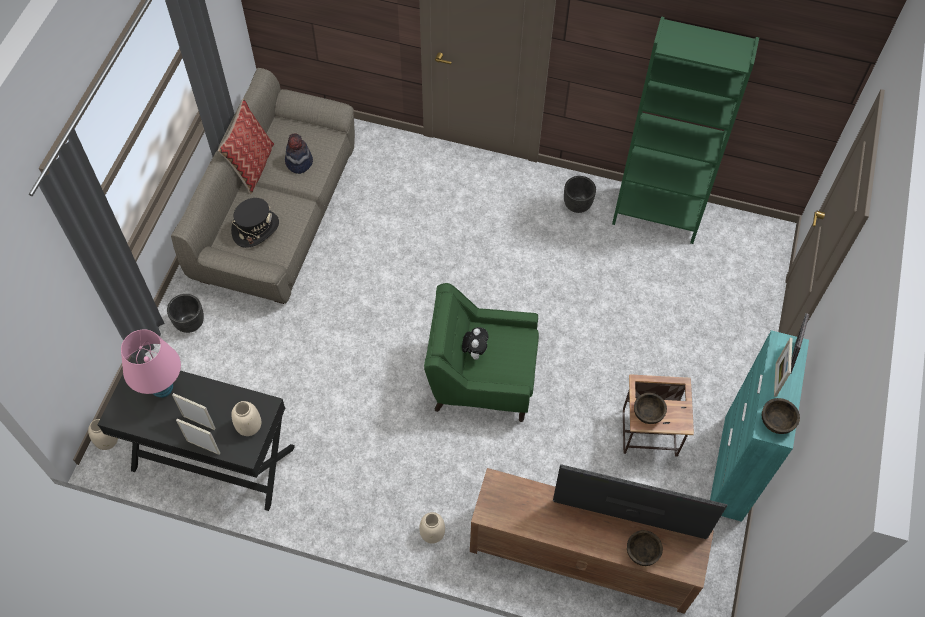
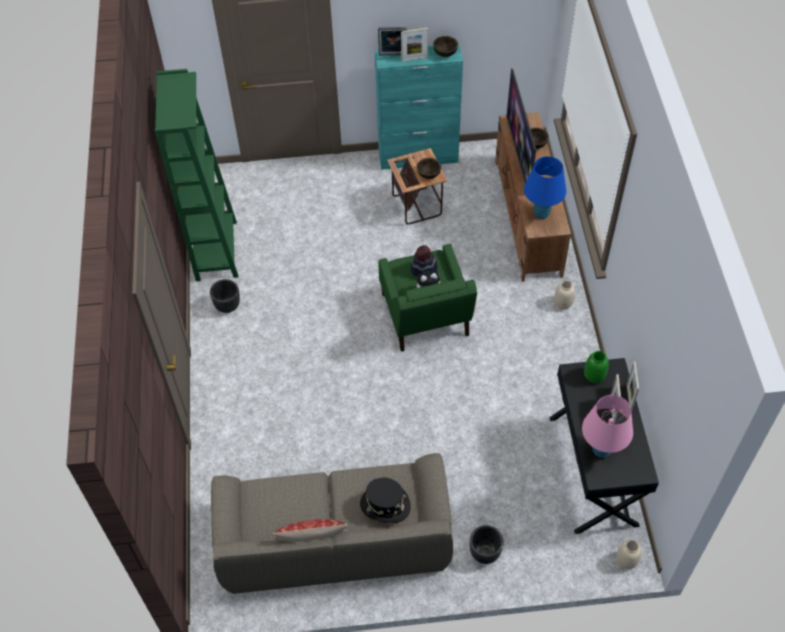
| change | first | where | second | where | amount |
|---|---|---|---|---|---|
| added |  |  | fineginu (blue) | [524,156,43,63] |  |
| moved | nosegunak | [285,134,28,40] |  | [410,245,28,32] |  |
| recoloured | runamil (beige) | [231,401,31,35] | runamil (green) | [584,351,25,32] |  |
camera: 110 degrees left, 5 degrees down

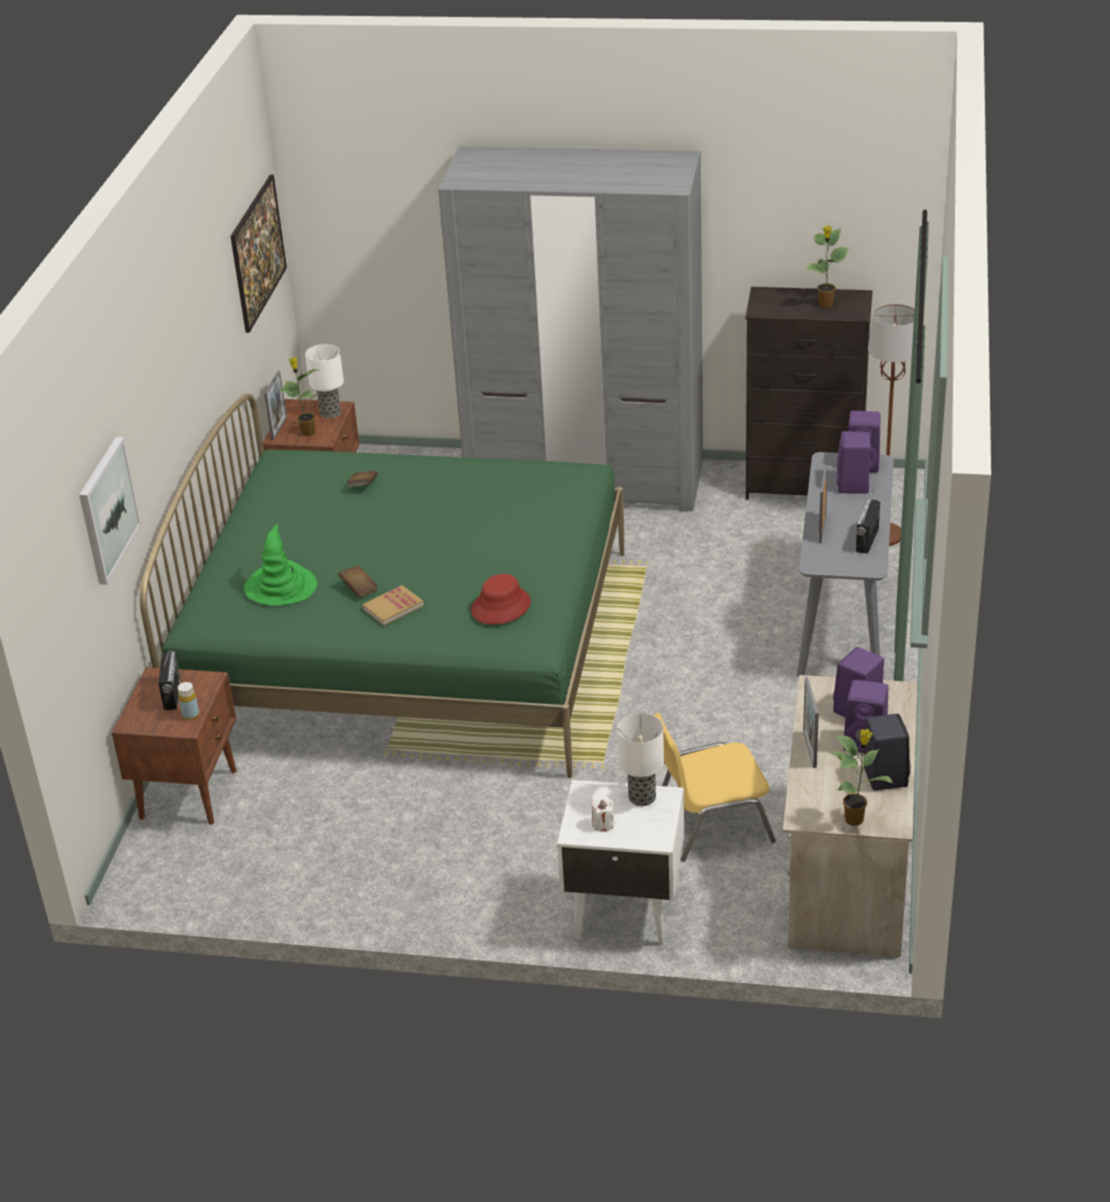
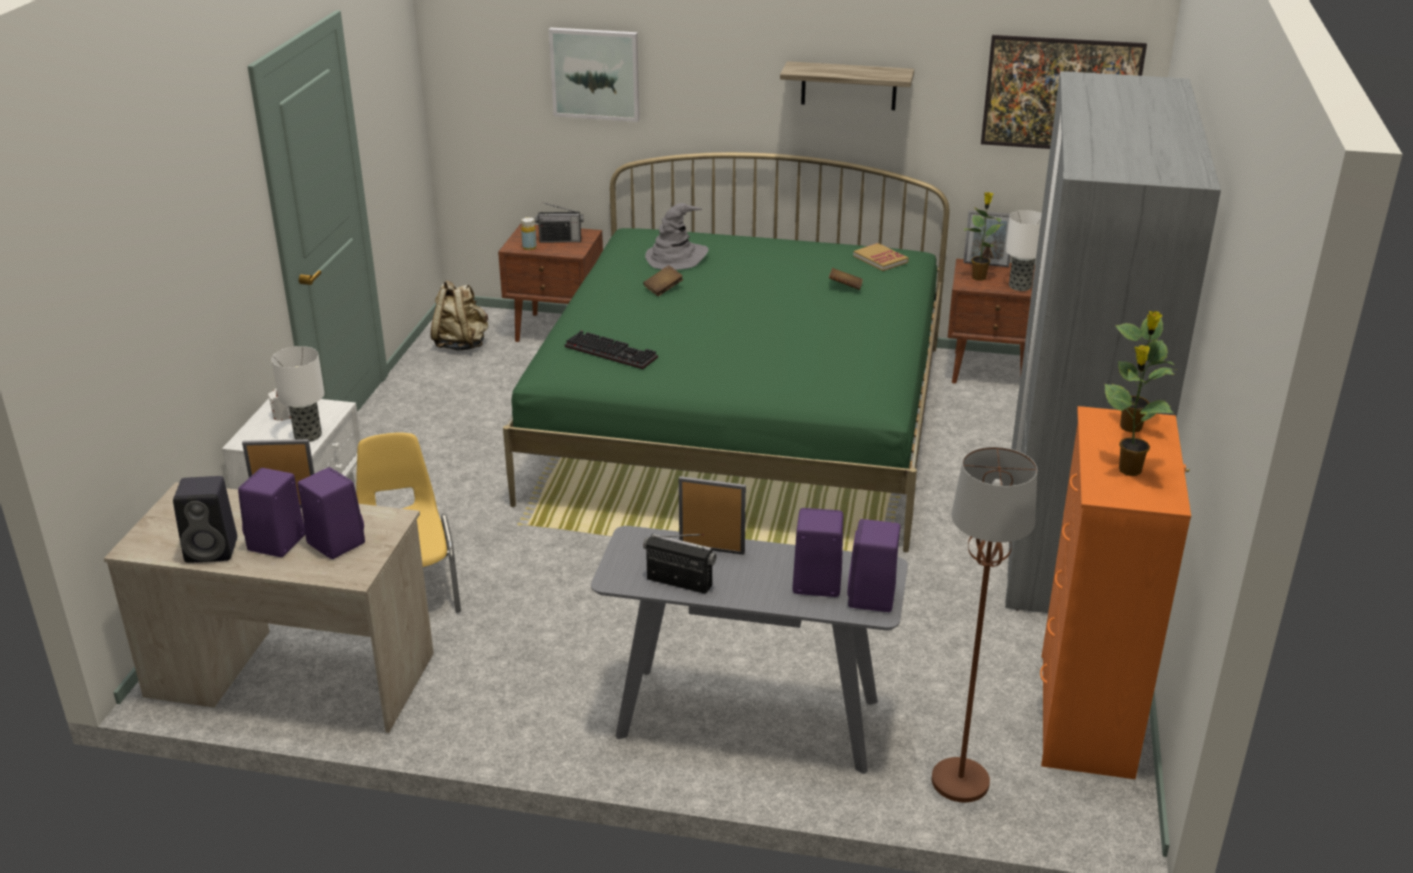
| change | first | where | second | where | amount |
|---|---|---|---|---|---|
| added |  |  | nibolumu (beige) | [431,280,57,71] |  |
| added |  |  | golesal | [780,61,134,49] |  |
| moved | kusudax | [362,585,62,41] |  | [853,243,56,28] |  |
| moved | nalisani | [828,729,65,97] |  | [1115,311,59,122] |  |
| replaced | nosegunak (red) | [471,574,60,51] | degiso | [565,330,93,39] |  |
| recoloured | nosegunak (green) | [244,524,73,81] | nosegunak (grey) | [645,203,63,67] |  |
| recoloured | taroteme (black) | [746,287,127,213] | taroteme (orange) | [1040,406,151,373] |  |
camera: 90 degrees right, 5 degrees down

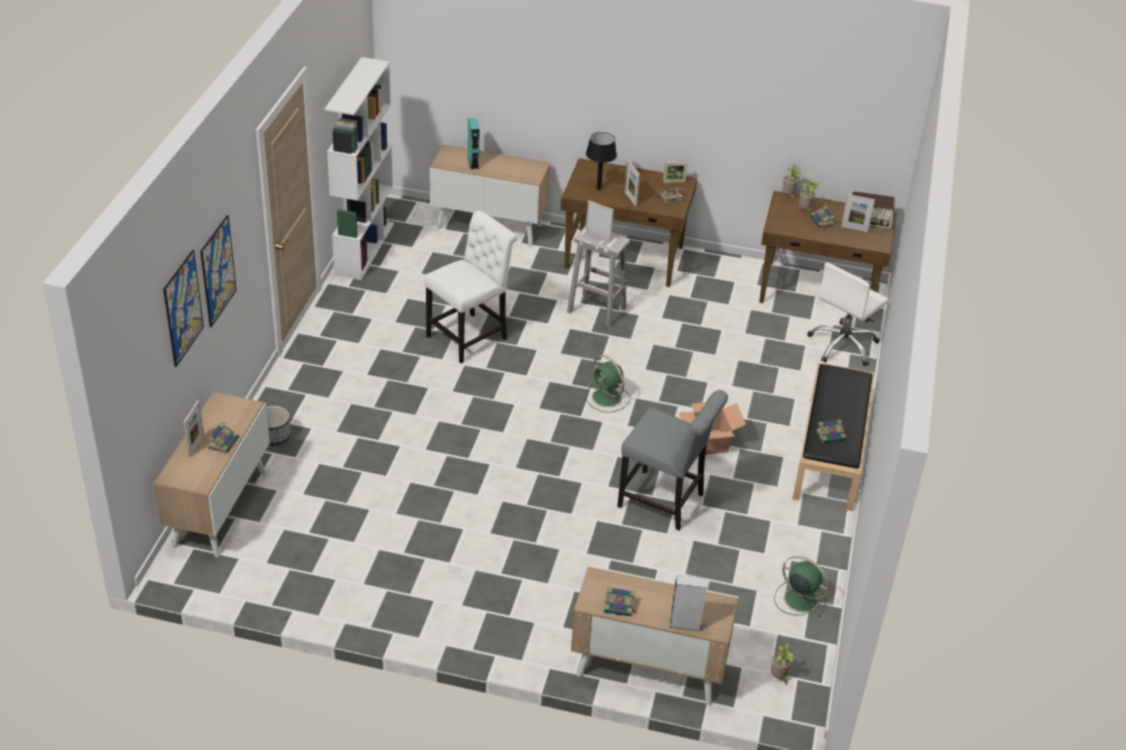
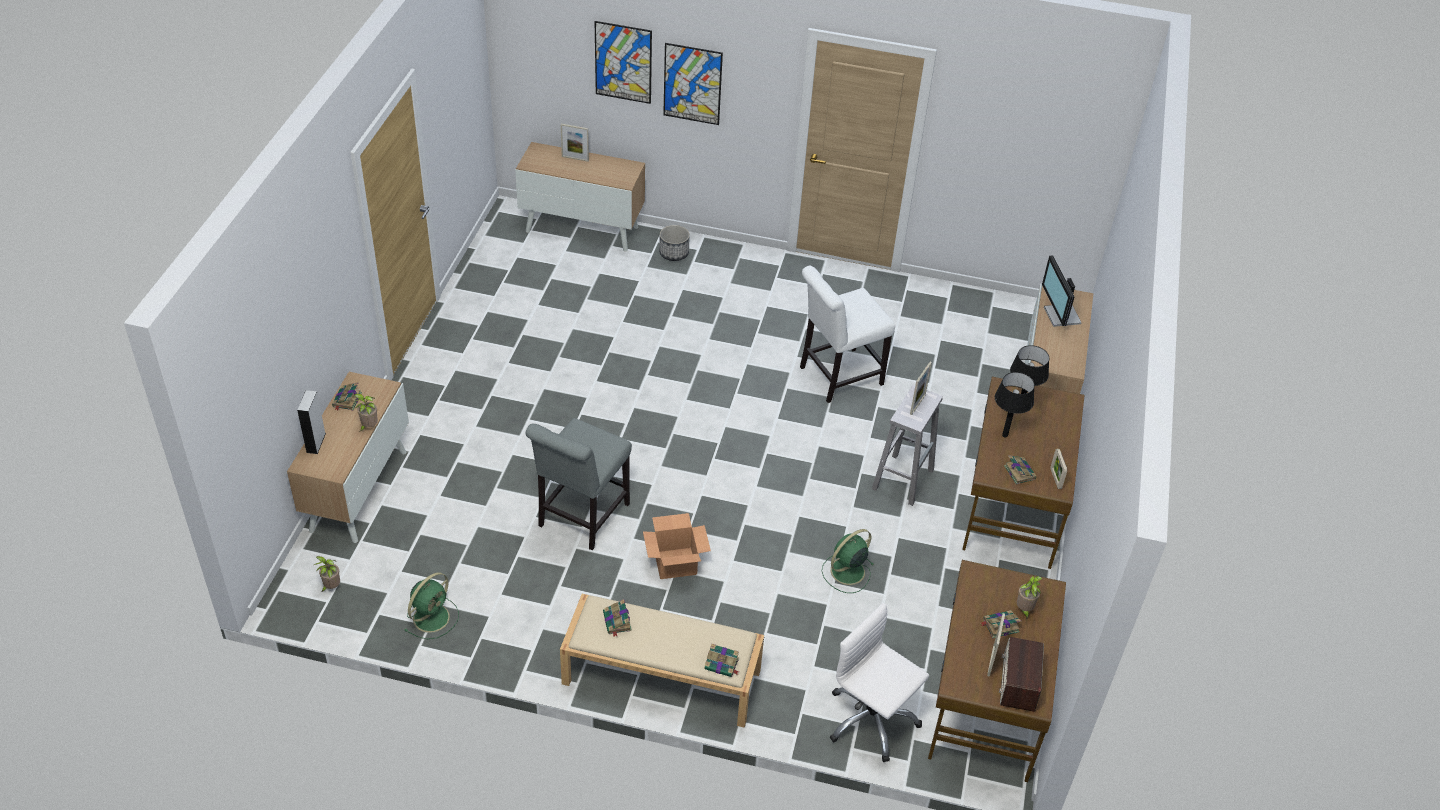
| change | first | where | second | where | amount |
|---|---|---|---|---|---|
| removed | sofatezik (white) | [325,57,69,223] |  |  |  |
| moved | kusudax | [208,423,31,30] |  | [704,643,35,34] |  |
| moved | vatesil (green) | [585,355,45,58] |  | [822,529,52,64] |  |
| moved | nalisani | [782,165,19,33] |  | [353,394,25,37] |  |
| replaced | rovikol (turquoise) | [467,118,13,51] | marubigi | [1042,256,40,71] |  |
| replaced | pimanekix | [625,160,15,47] | fineginu (black) | [995,372,40,66] |  |
| recoloured | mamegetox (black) | [792,362,83,149] | mamegetox (beige) | [560,594,204,134] |  |
| turned | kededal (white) | [424,211,93,152] |  | [800,265,95,138] | 105 degrees clockwise |
camera: 90 degrees right, 5 degrees up

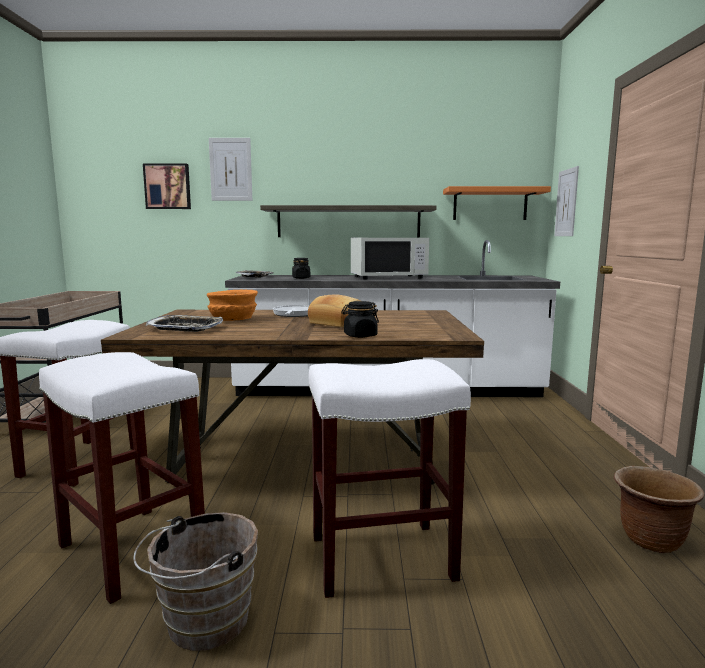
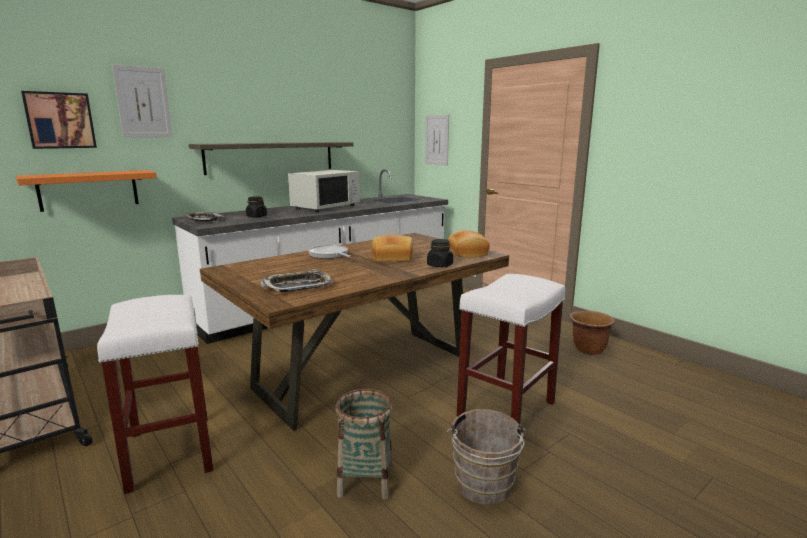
| change | first | where | second | where | amount |
|---|---|---|---|---|---|
| removed | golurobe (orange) | [207,290,51,31] |  |  |  |
| added |  |  | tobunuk | [447,230,43,28] |  |
| moved | golesal (orange) | [443,186,108,34] |  | [16,170,141,42] |  |
| replaced | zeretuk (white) | [39,352,166,252] | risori | [335,389,58,111] |  |
camera: 40 degrees left, 5 degrees up

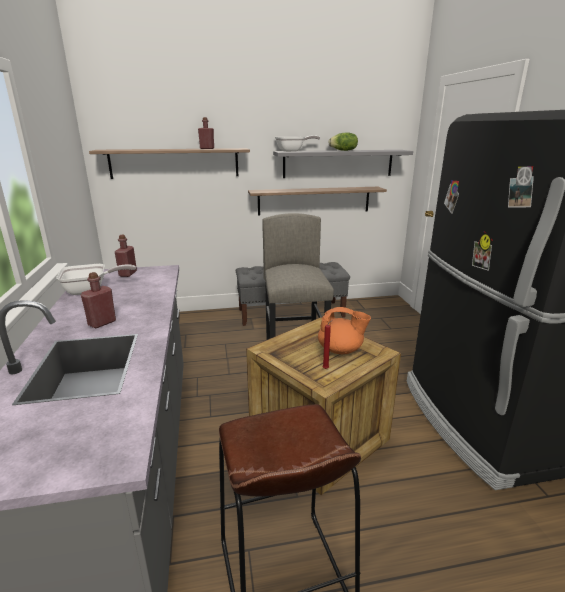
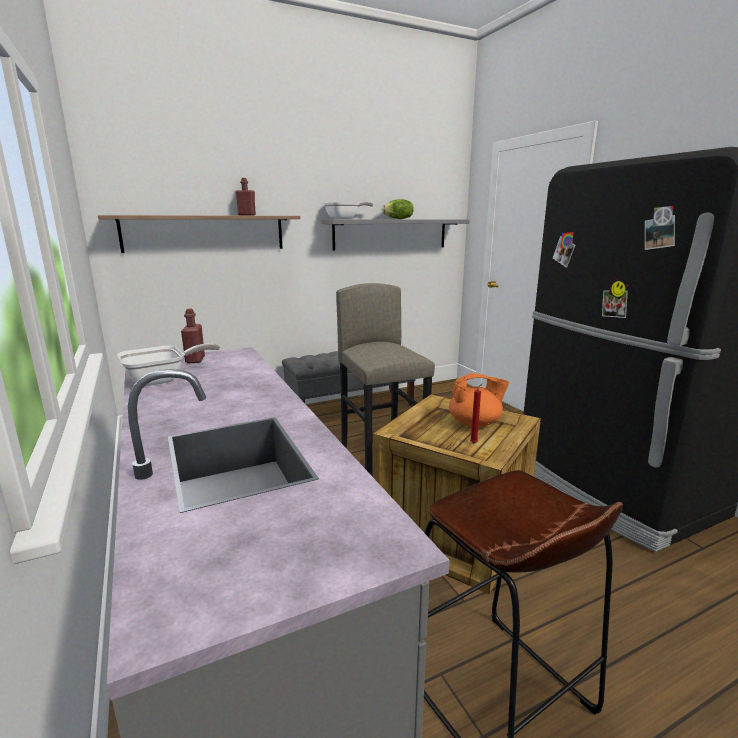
| change | first | where | second | where | amount |
|---|---|---|---|---|---|
| removed | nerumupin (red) | [81,272,35,56] |  |  |  |
| removed | golesal | [248,187,139,28] |  |  |  |
camera: 15 degrees left, 5 degrees down

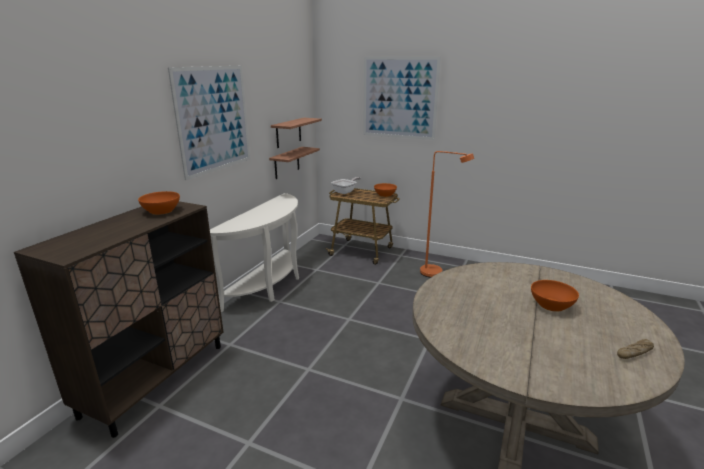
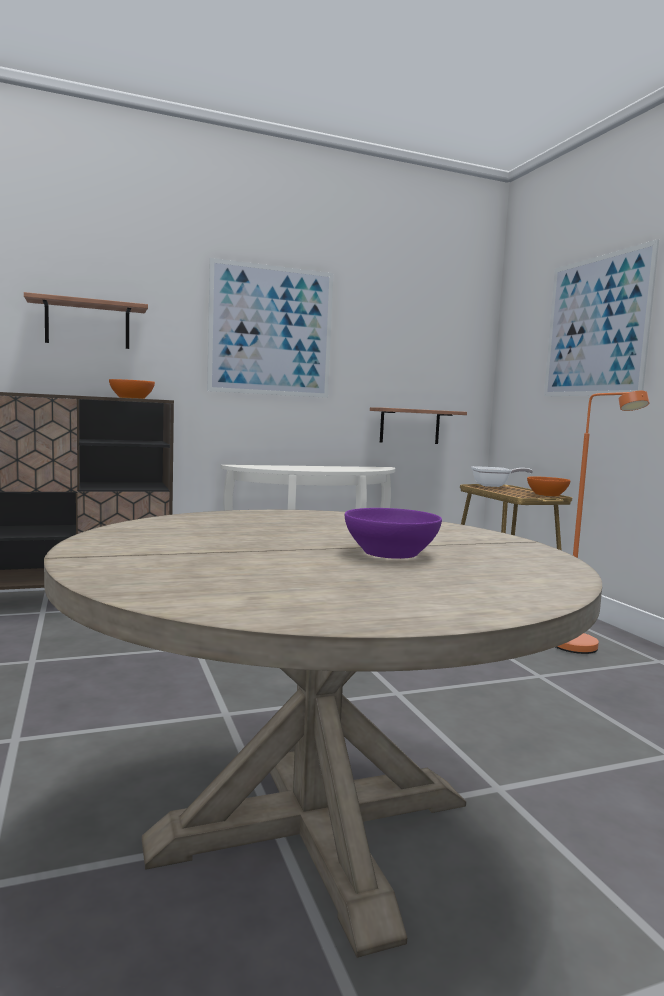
| change | first | where | second | where | amount |
|---|---|---|---|---|---|
| removed | tobunuk | [617,339,37,20] |  |  |  |
| moved | golesal | [271,118,51,30] |  | [24,292,124,57] |  |
| recoloured | golurobe (orange) | [531,280,48,32] | golurobe (purple) | [345,508,97,51] |  |
camera: 45 degrees right, 15 degrees down

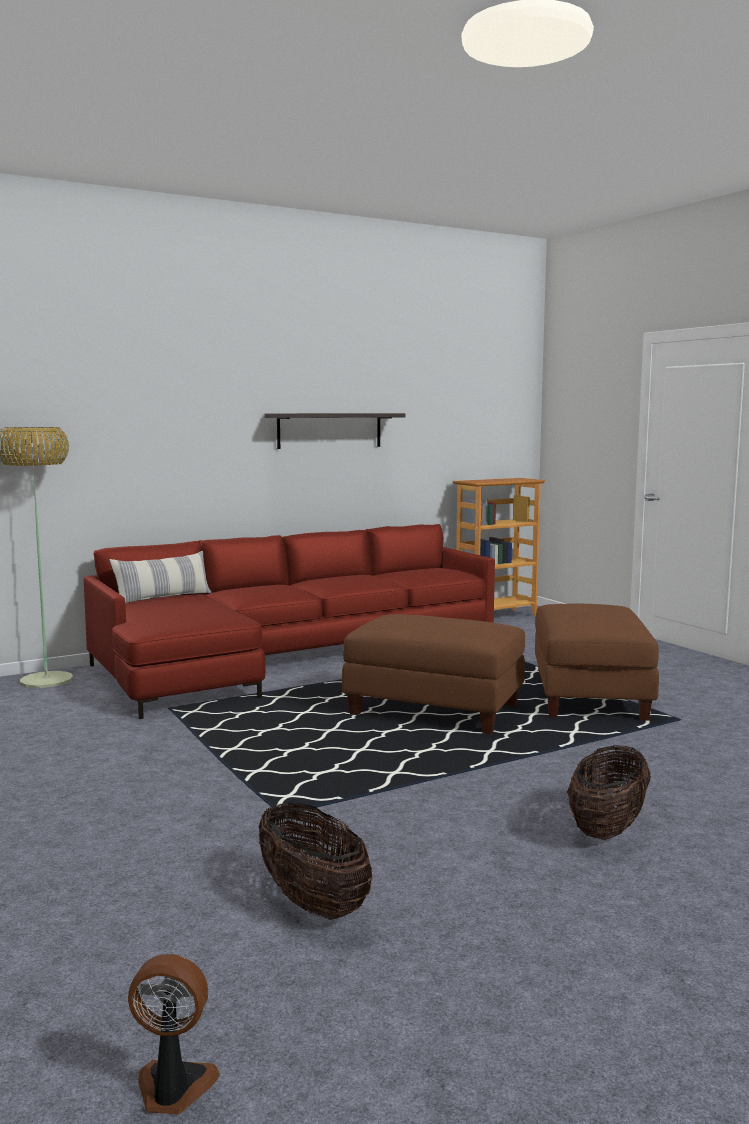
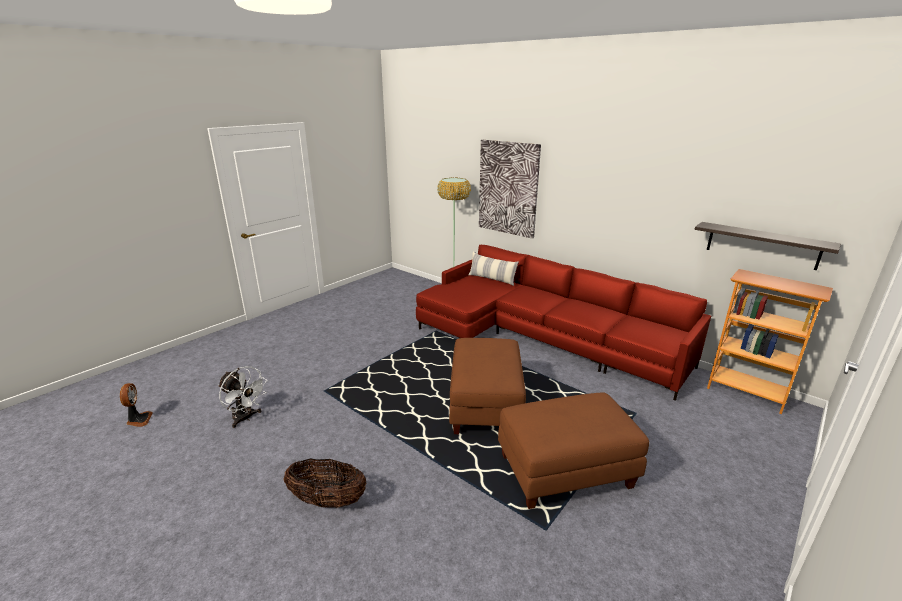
| change | first | where | second | where | amount |
|---|---|---|---|---|---|
| added |  |  | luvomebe | [479,140,62,99] |  |
| moved | golesal | [265,413,141,36] |  | [695,222,146,48] |  |
| replaced | risori | [259,803,113,117] | vatesil (white) | [218,366,49,62] |  |
camera: 70 degrees right, 15 degrees up

